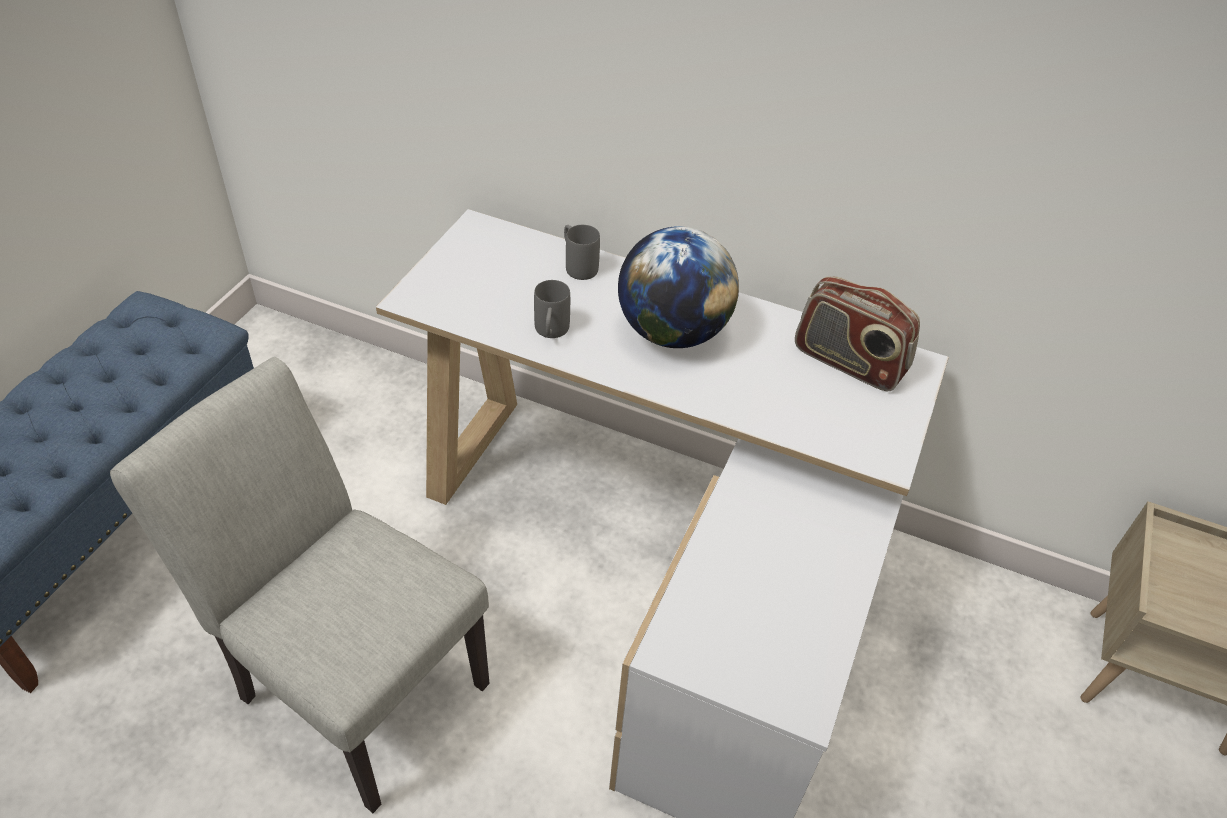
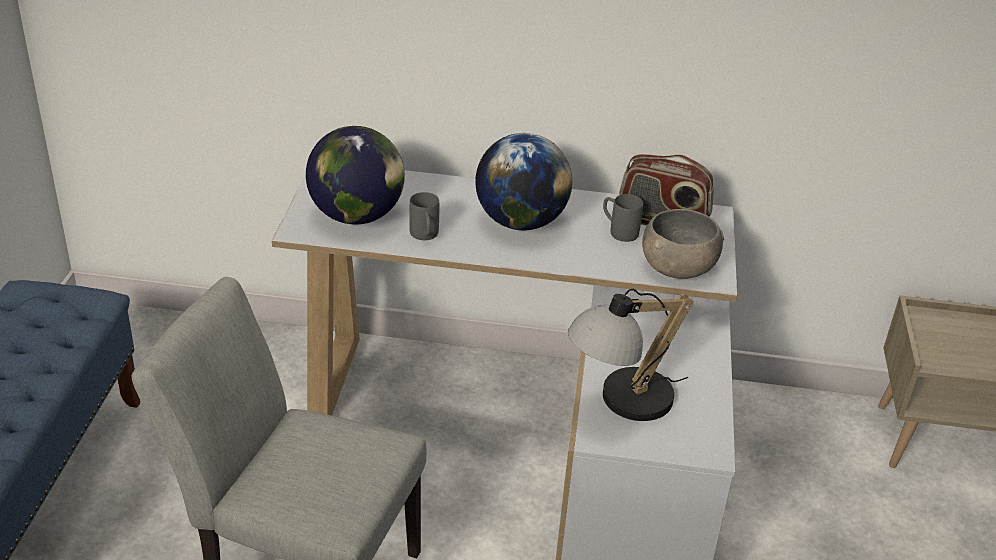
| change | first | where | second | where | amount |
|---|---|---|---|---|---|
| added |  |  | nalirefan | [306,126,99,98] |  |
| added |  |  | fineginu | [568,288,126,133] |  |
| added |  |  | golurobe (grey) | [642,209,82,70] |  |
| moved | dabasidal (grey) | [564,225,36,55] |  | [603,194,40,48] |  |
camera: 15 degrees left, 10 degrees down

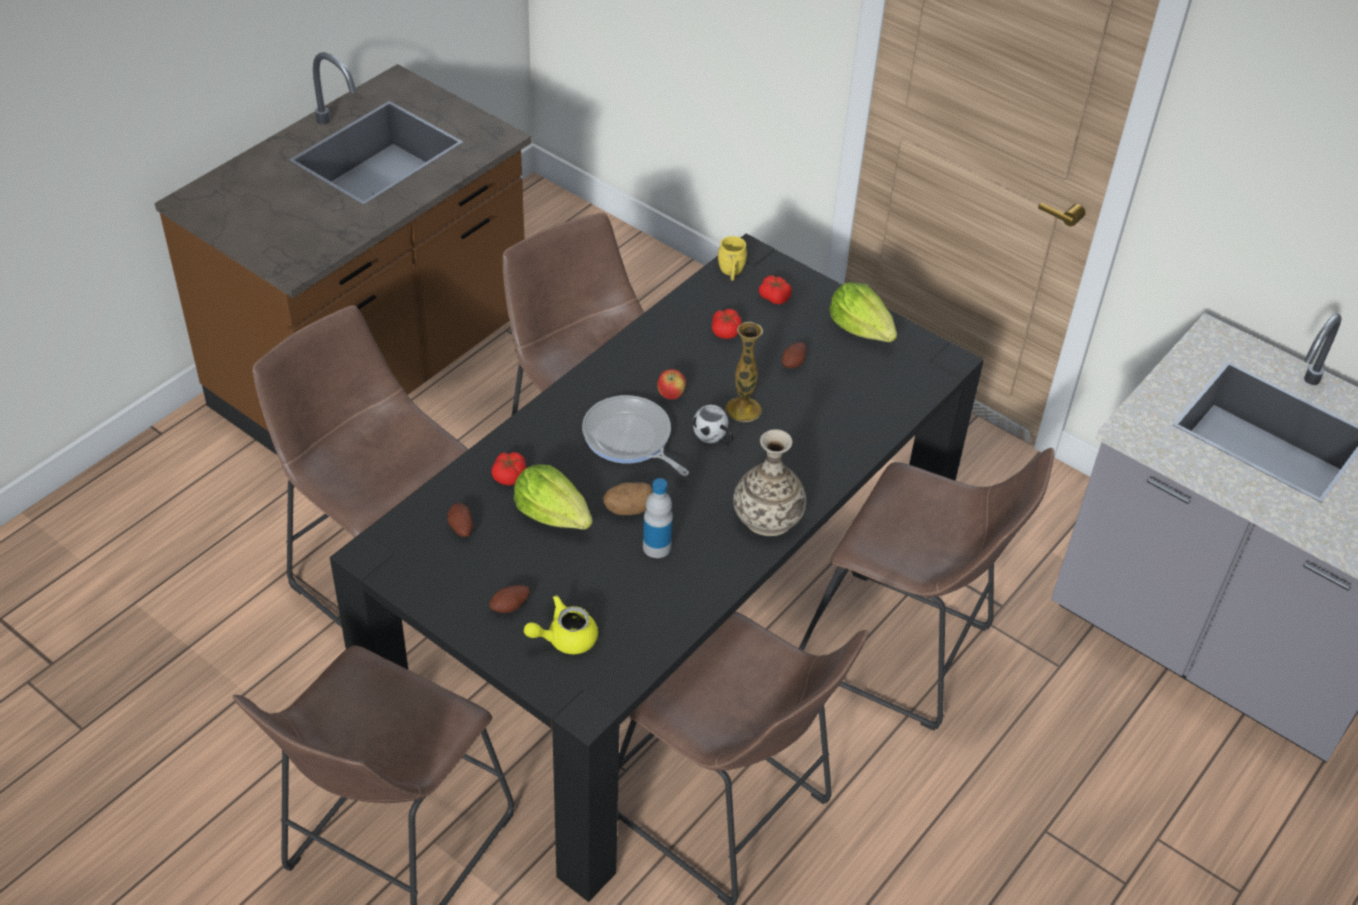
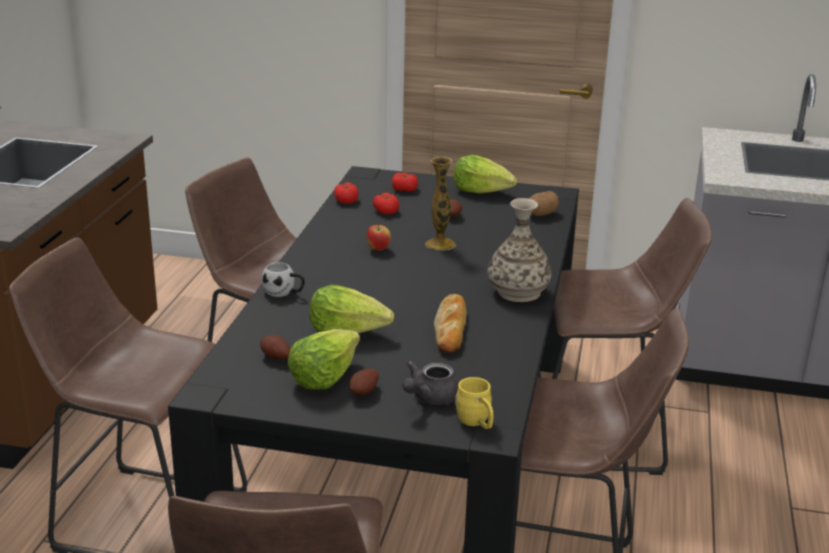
| change | first | where | second | where | amount |
|---|---|---|---|---|---|
| removed | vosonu | [582,395,107,81] |  |  |  |
| added |  |  | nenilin | [287,329,73,61] |  |
| moved | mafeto | [491,452,36,33] |  | [334,182,25,22] |  |
| moved | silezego | [602,482,51,33] |  | [529,191,30,25] |  |
| moved | dabasidal (white) | [693,405,40,40] |  | [262,262,43,35] |  |
| moved | dabasidal (yellow) | [718,236,29,45] |  | [455,377,38,52] |  |
| replaced | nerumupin | [643,478,30,80] | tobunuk | [434,294,33,59] |  |
| recoloured | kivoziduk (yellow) | [524,595,74,59] | kivoziduk (grey) | [402,361,57,44] |  |
camera: 25 degrees left, 20 degrees down

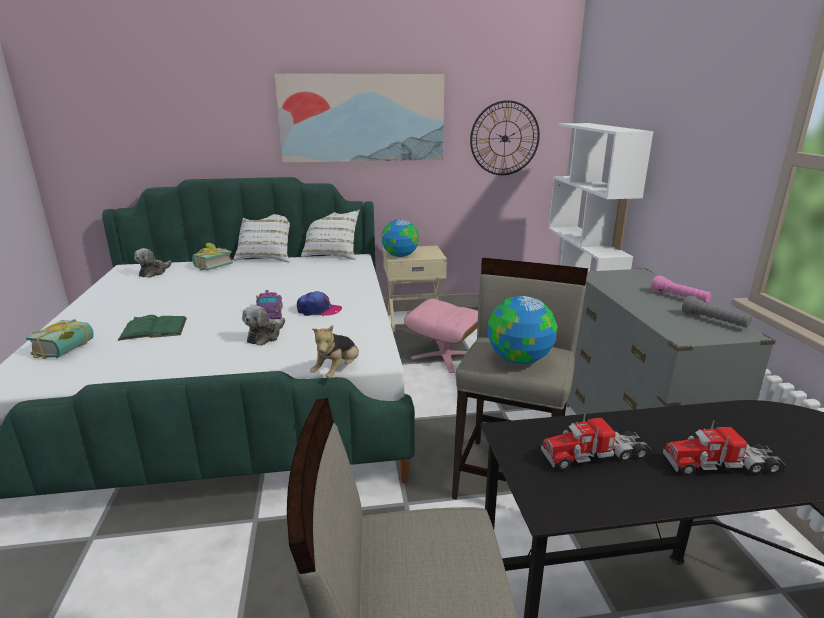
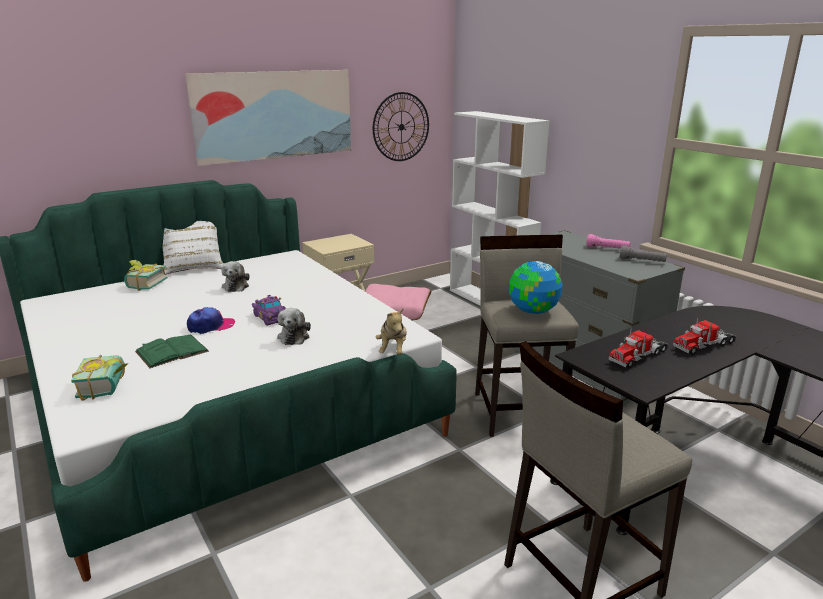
| change | first | where | second | where | amount |
|---|---|---|---|---|---|
| removed | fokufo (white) | [301,210,59,50] |  |  |  |
| removed | nalirefan | [382,219,37,38] |  |  |  |
| moved | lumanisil | [134,248,37,30] |  | [221,261,28,31] |  |
| moved | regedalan | [297,291,45,25] |  | [187,307,48,27] |  |
camera: 25 degrees left, 0 degrees up

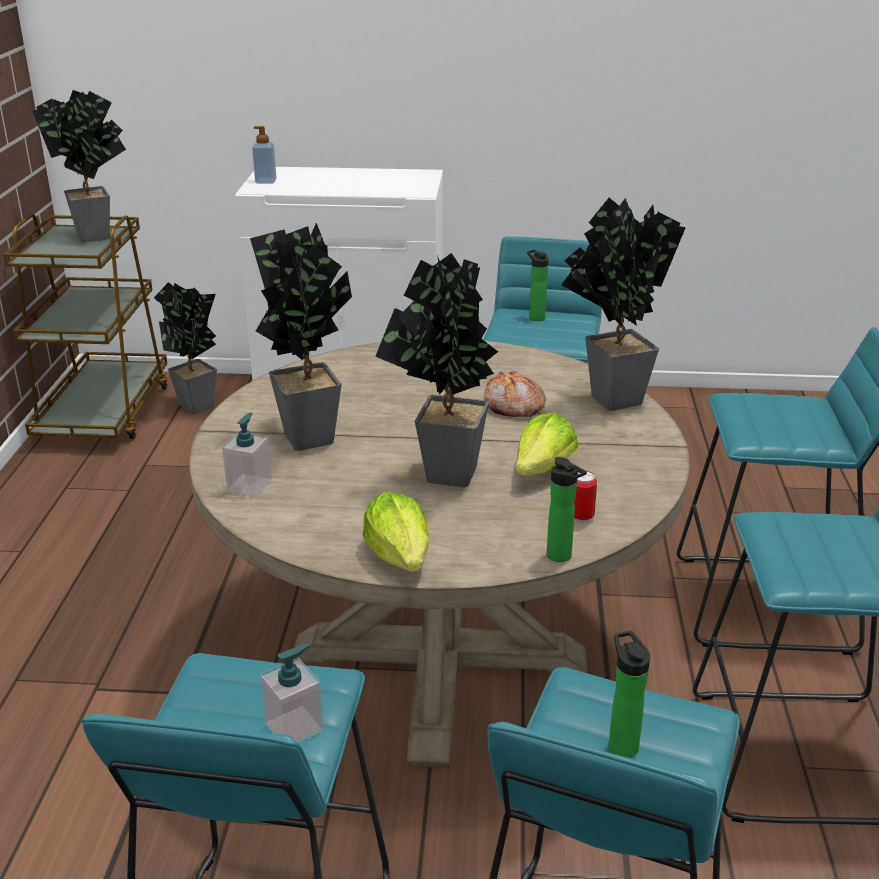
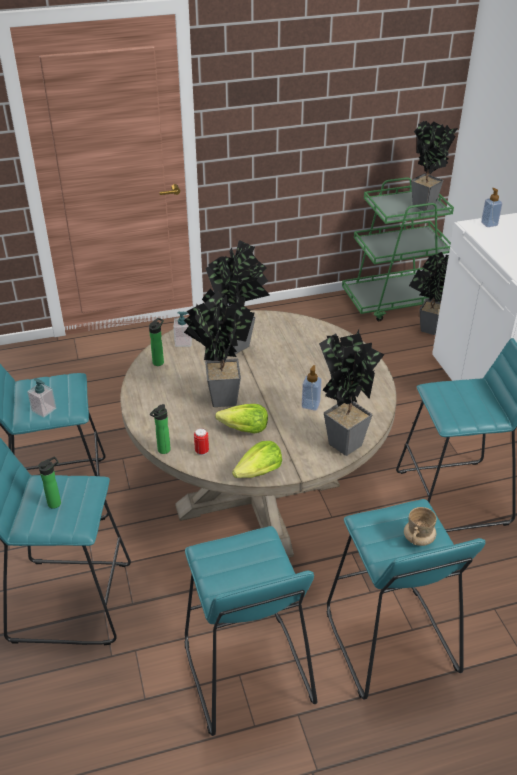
| change | first | where | second | where | amount |
|---|---|---|---|---|---|
| added |  |  | dabasidal (beige) | [404,507,32,39] |  |
| moved | nenilin | [363,492,66,80] |  | [232,441,50,37] |  |
| moved | nerumupin | [527,250,21,71] |  | [149,318,15,48] |  |
| replaced | tobunuk | [484,371,62,46] | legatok | [302,365,20,46] |  |
| recoloured | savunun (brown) | [3,213,166,226] | savunun (green) | [342,177,112,144] |  |
camera: 70 degrees right, 10 degrees up

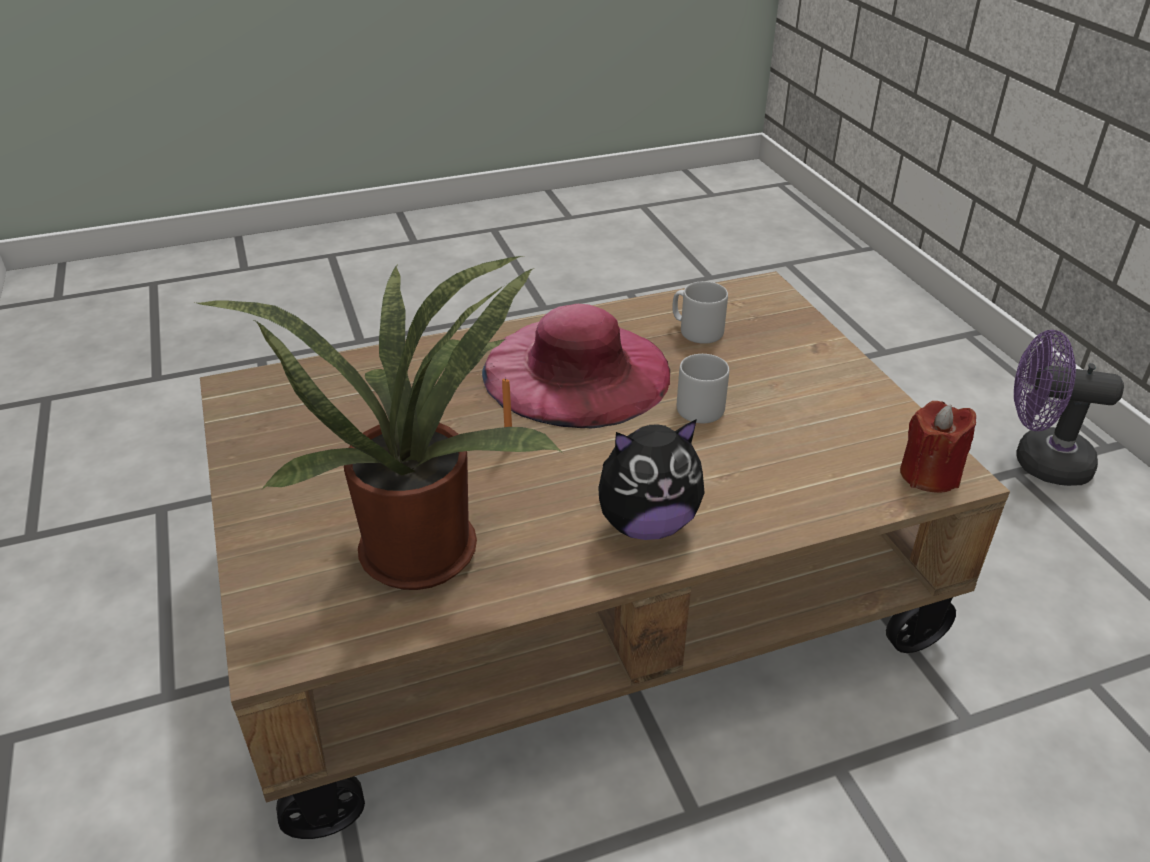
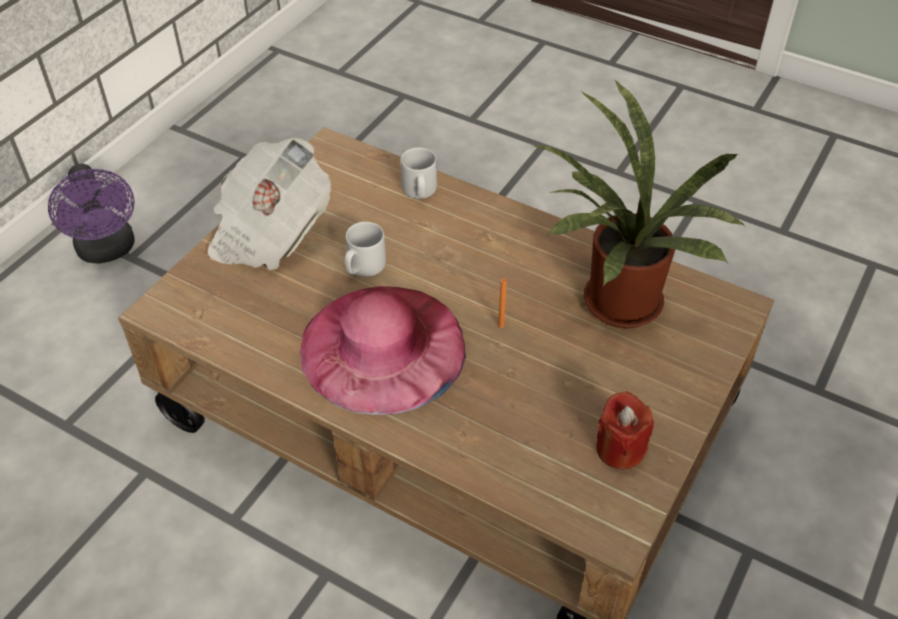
| change | first | where | second | where | amount |
|---|---|---|---|---|---|
| removed | lumanisil | [598,419,107,121] |  |  |  |
| added |  |  | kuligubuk | [207,138,124,132] |  |
| moved | dabasidal (grey) | [672,281,56,63] |  | [401,148,36,51] |  |
| moved | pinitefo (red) | [900,401,76,92] |  | [596,391,58,79] |  |
camera: 130 degrees left, 10 degrees up

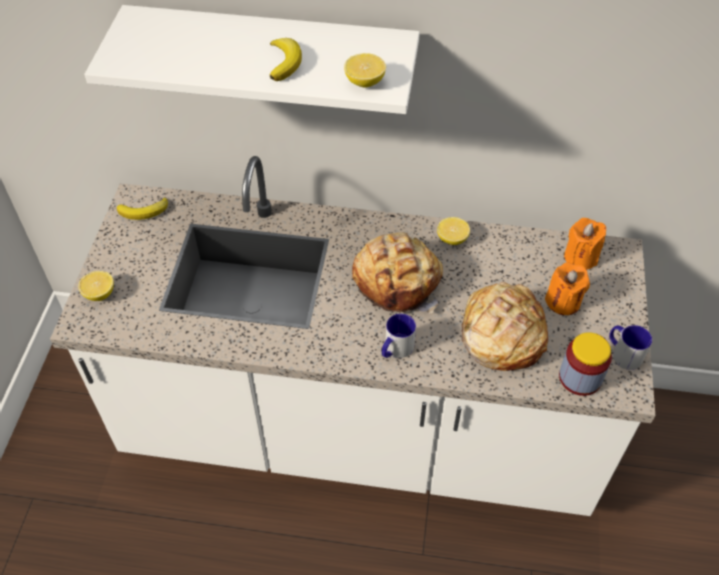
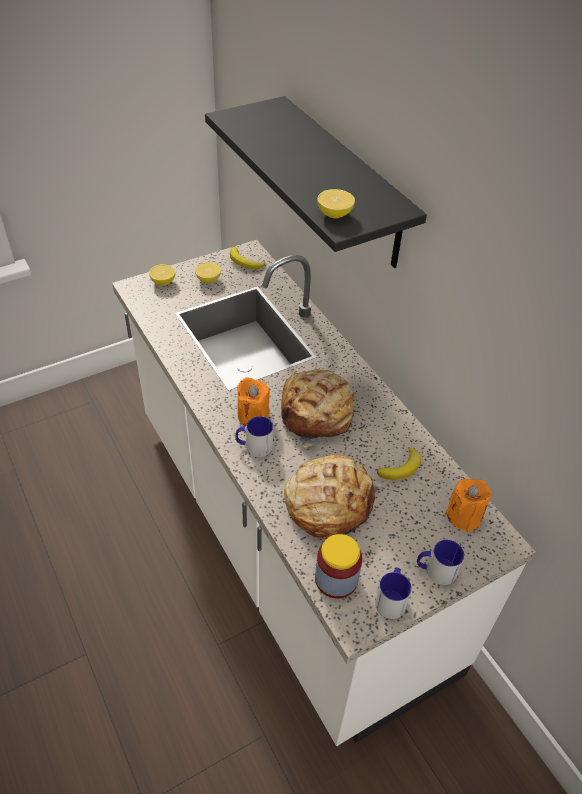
| change | first | where | second | where | amount |
|---|---|---|---|---|---|
| added |  |  | dabasidal | [417,540,47,45] |  |
| moved | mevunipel | [270,38,32,43] |  | [377,448,44,32] |  |
| moved | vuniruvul | [437,217,33,28] |  | [195,262,26,21] |  |
| moved | pinitefo (orange) | [545,262,45,53] |  | [237,377,33,49] |  |
| recoloured | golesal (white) | [84,5,336,109] | golesal (black) | [205,96,222,172] |  |
camera: 50 degrees right, 5 degrees down

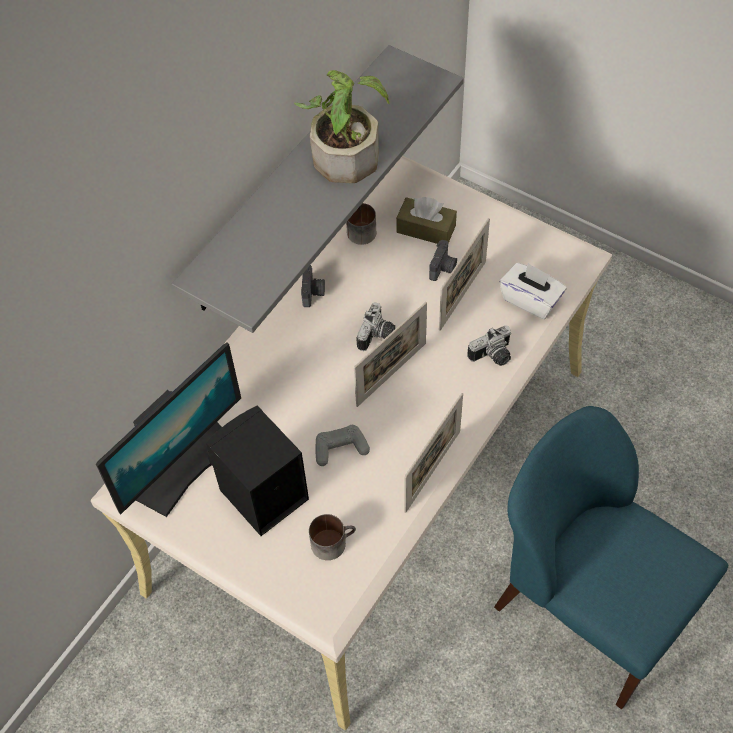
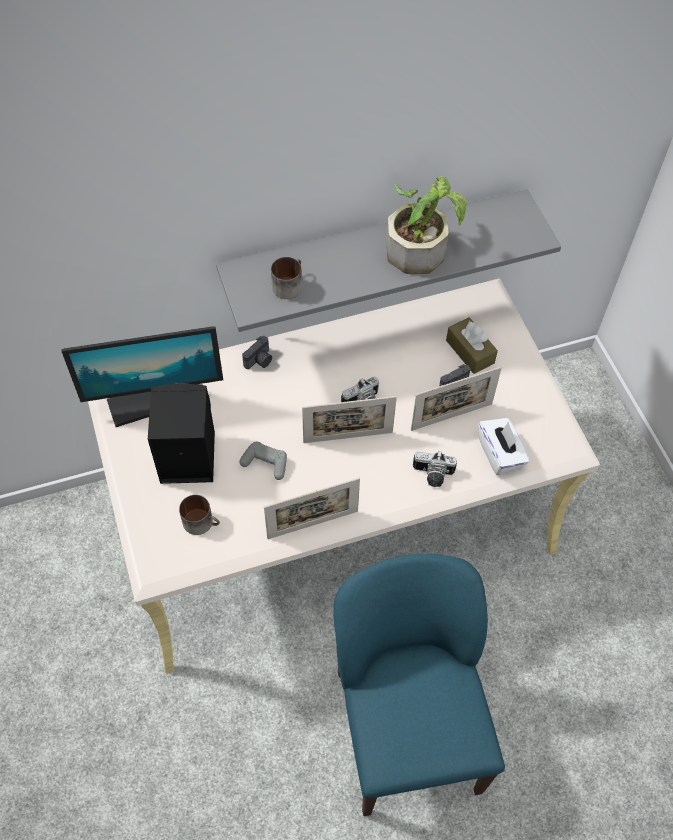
| change | first | where | second | where | amount |
|---|---|---|---|---|---|
| moved | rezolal | [301,265,24,42] |  | [242,336,30,33] |  |
| moved | dabasidal | [346,203,30,42] |  | [271,257,31,42] |  |
camera: 35 degrees right, 0 degrees up

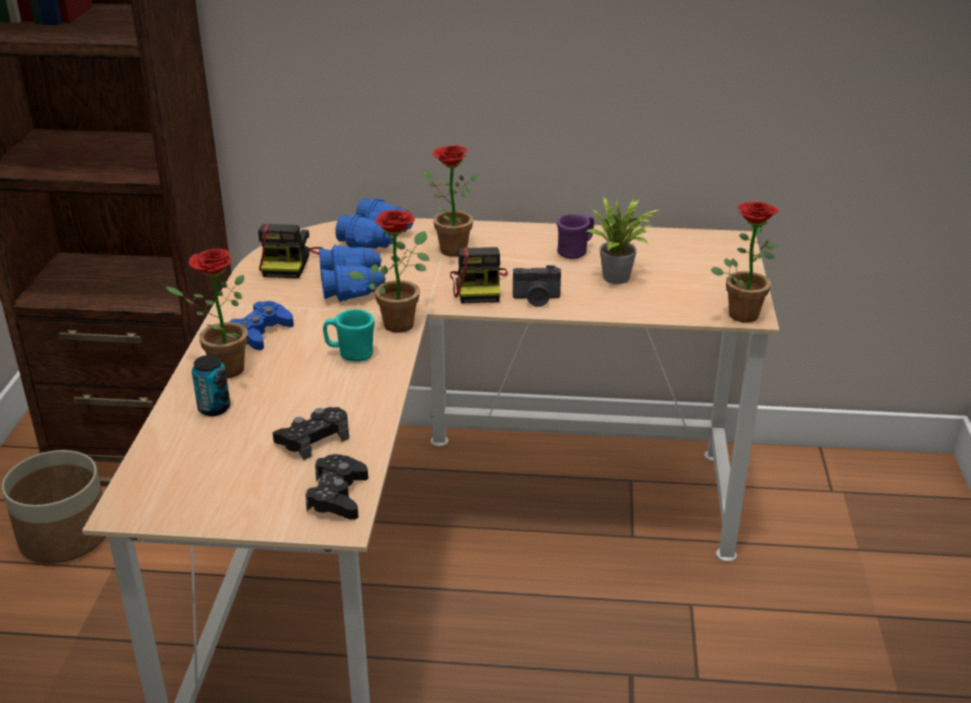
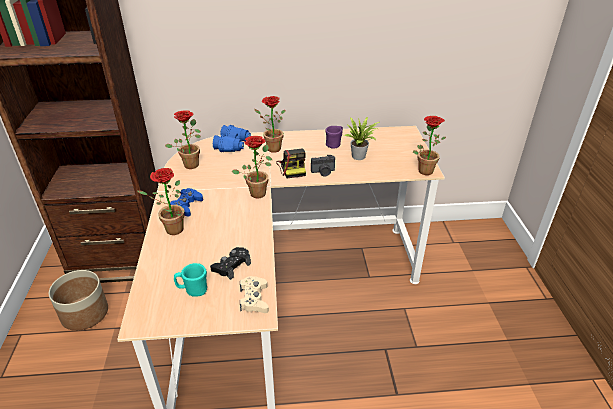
| change | first | where | second | where | amount |
|---|---|---|---|---|---|
| removed | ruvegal | [192,355,38,61] |  |  |  |
| removed | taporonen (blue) | [319,245,67,57] |  |  |  |
| moved | dabasidal (turquoise) | [323,309,52,53] |  | [174,263,33,34] |  |
| replaced | rezolal | [258,223,65,55] | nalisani | [165,110,36,59] |  |
| recoloured | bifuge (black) | [305,454,63,66] | bifuge (beige) | [240,276,29,37] |  |
camera: 10 degrees left, 5 degrees up

